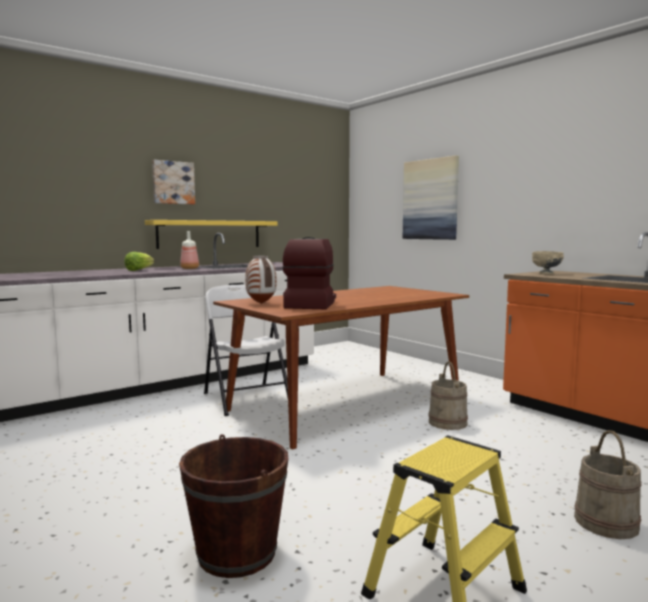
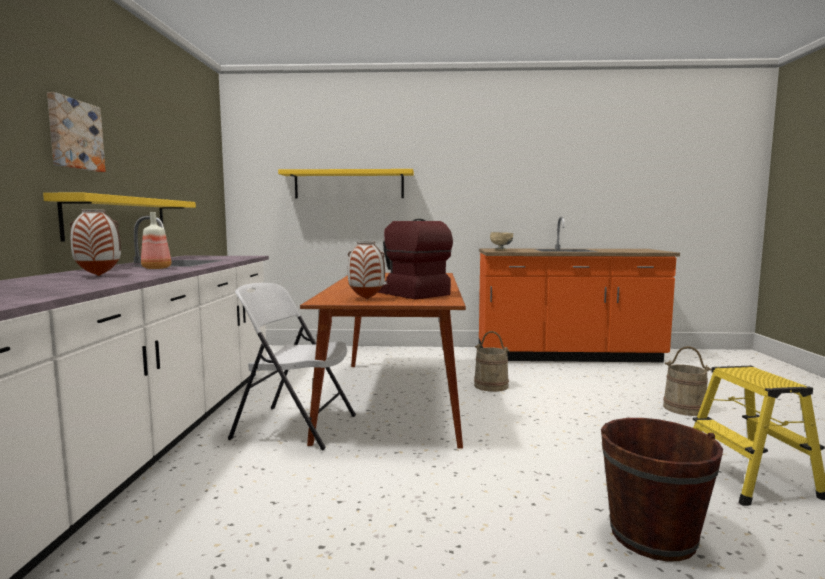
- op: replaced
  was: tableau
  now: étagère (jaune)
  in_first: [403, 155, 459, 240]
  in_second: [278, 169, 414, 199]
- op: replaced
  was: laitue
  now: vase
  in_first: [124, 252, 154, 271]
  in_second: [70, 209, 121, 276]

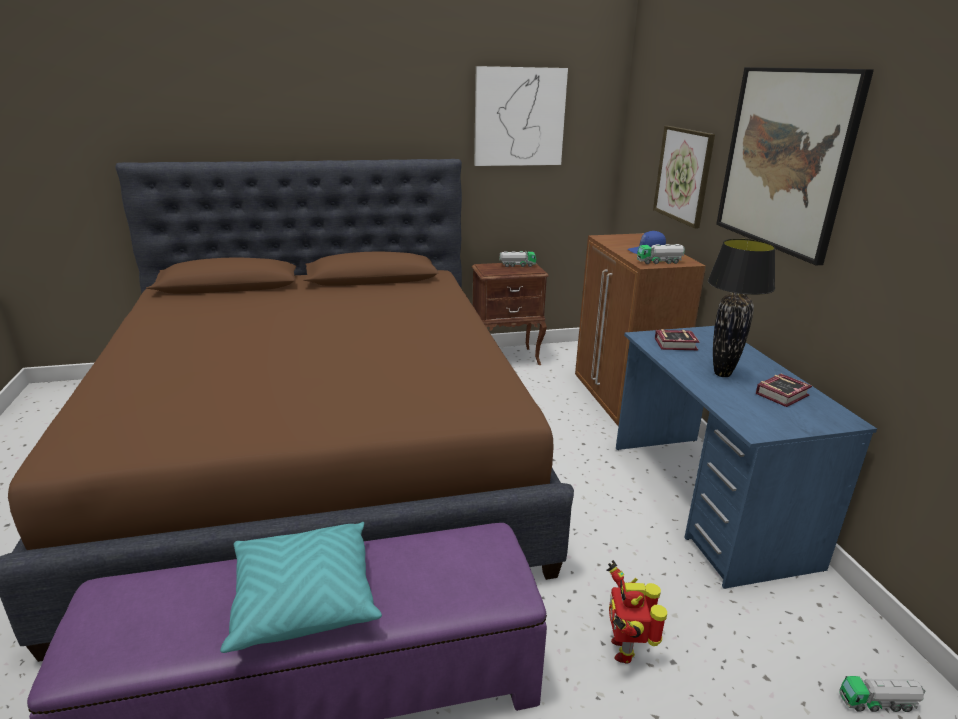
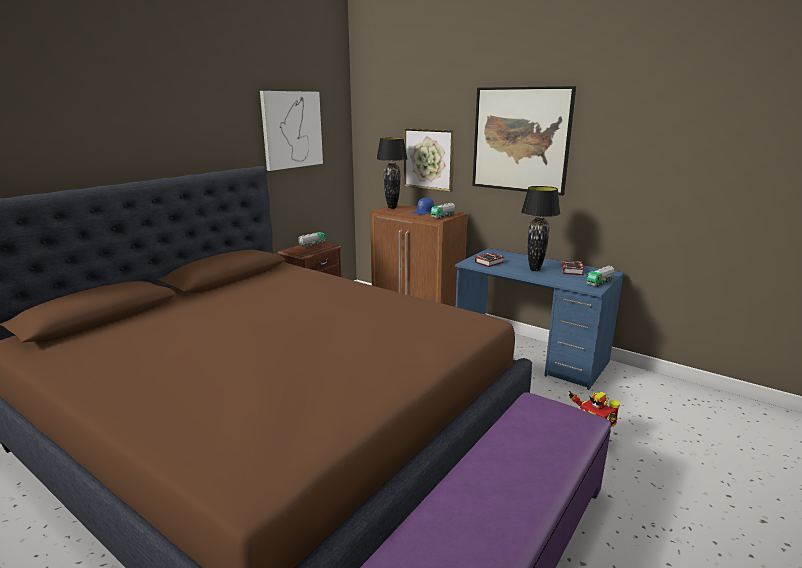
- op: removed
  was: coussin (turquoise)
  in_first: [220, 522, 382, 653]
- op: moved
  was: camion jouet
  in_first: [839, 676, 925, 712]
  in_second: [586, 266, 615, 287]
- op: added
  now: lampe de table (noir)
  in_second: [376, 138, 408, 209]

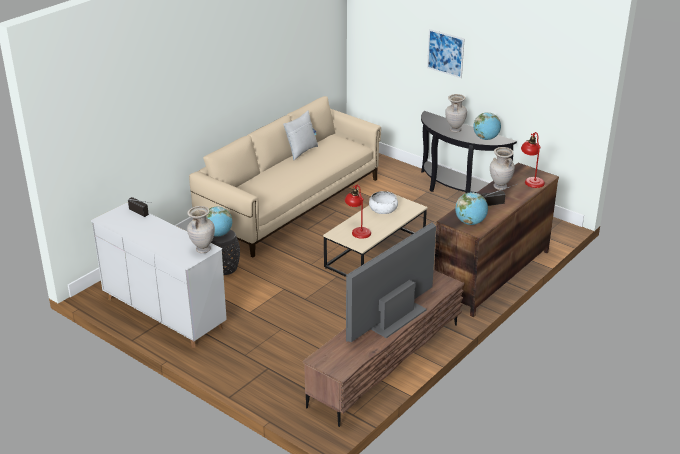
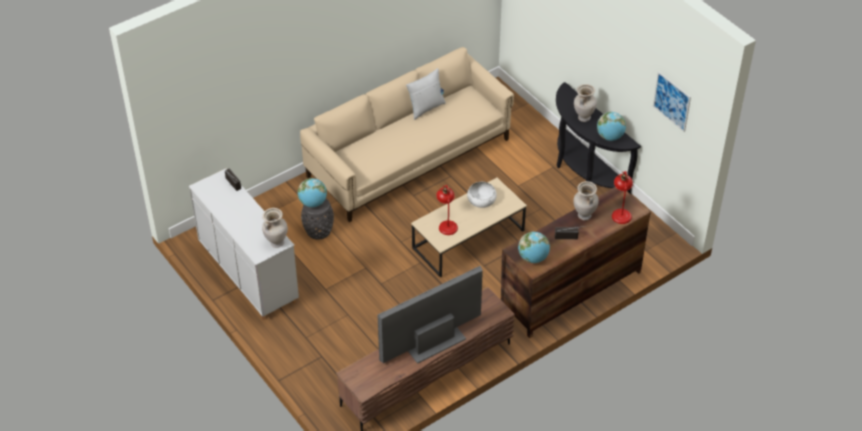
- op: moved
  was: tableau
  in_first: [427, 29, 465, 78]
  in_second: [653, 71, 691, 132]

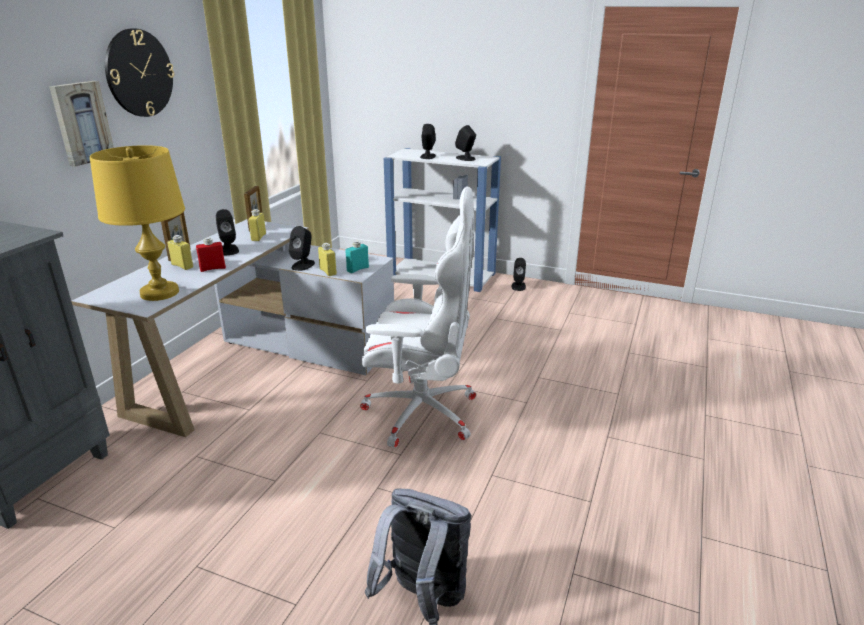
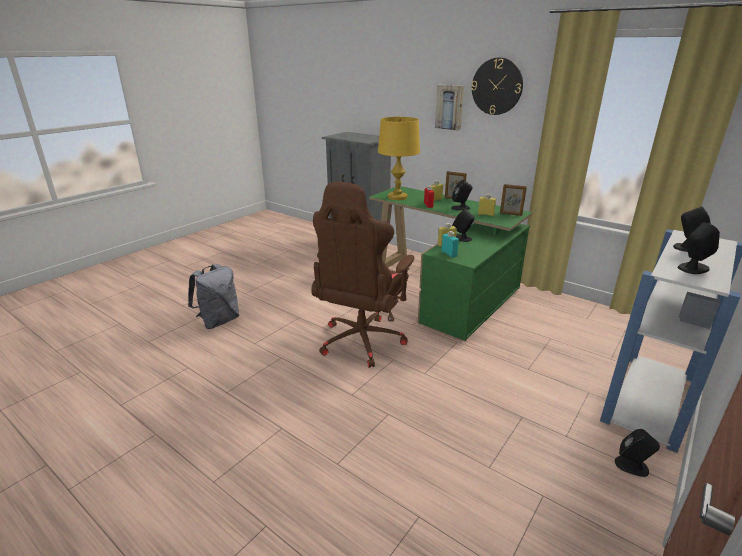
- op: recoloured
  was: chaise de bureau (blanc)
  now: chaise de bureau (marron)
  in_first: [360, 186, 476, 448]
  in_second: [311, 182, 414, 368]
- op: recoloured
  was: bureau (blanc)
  now: bureau (vert)
  in_first: [71, 219, 394, 437]
  in_second: [369, 186, 532, 341]

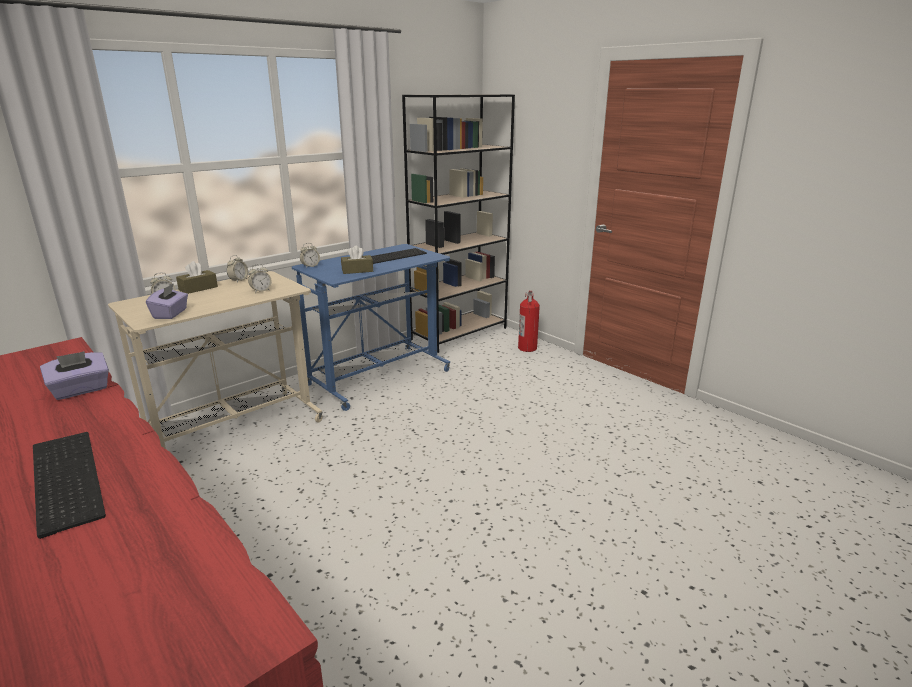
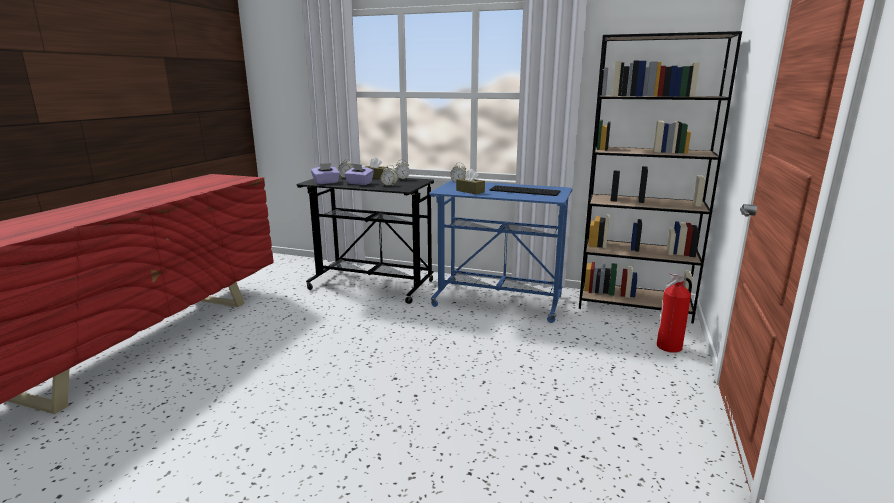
- op: recoloured
  was: bureau (beige)
  now: bureau (noir)
  in_first: [108, 271, 323, 449]
  in_second: [297, 175, 434, 304]
- op: moved
  was: boîte à mouchoirs (violet)
  in_first: [40, 351, 109, 400]
  in_second: [344, 163, 374, 185]
- op: removed
  was: clavier
  in_first: [33, 432, 106, 539]

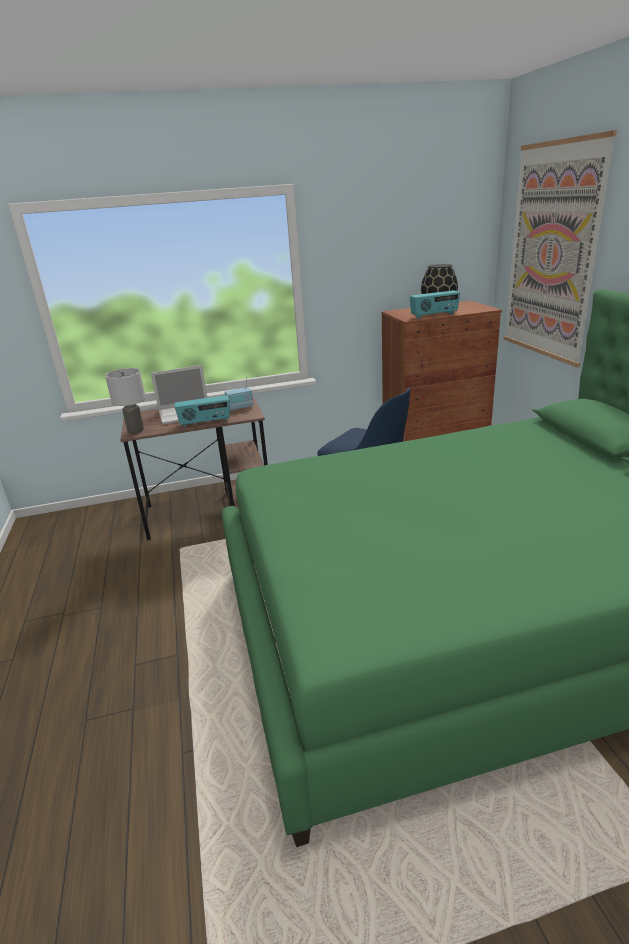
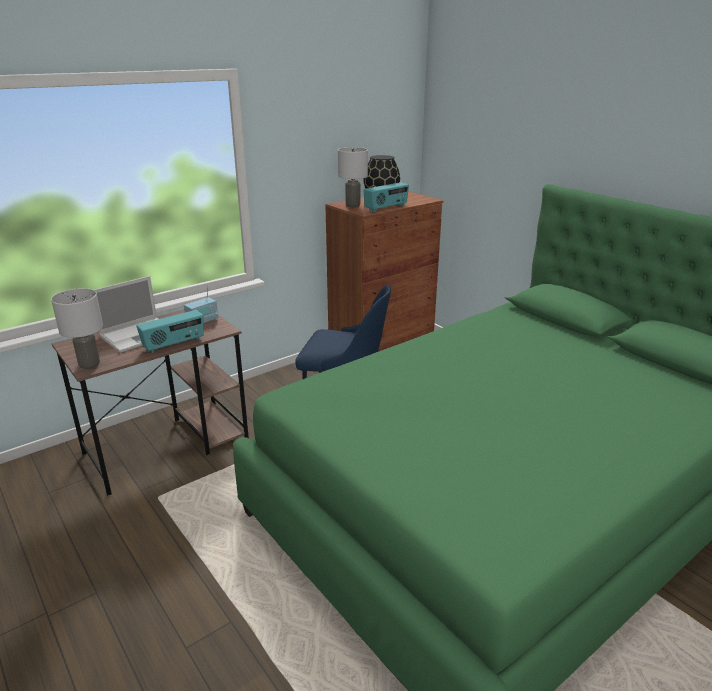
- op: removed
  was: tableau
  in_first: [504, 130, 617, 367]
- op: added
  now: lampe de table (blanc)
  in_second: [338, 147, 368, 207]

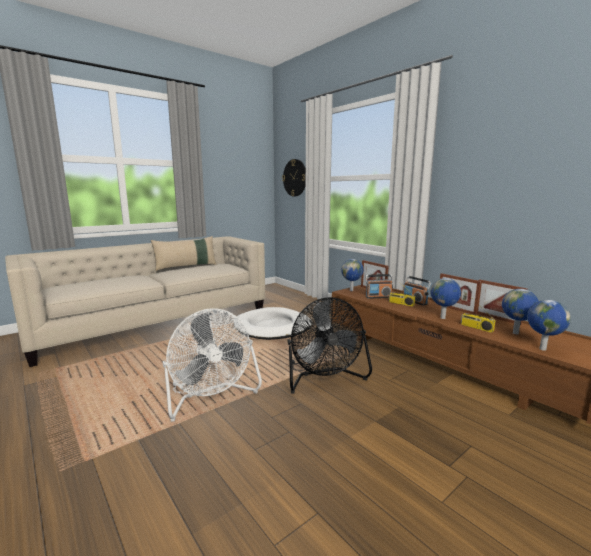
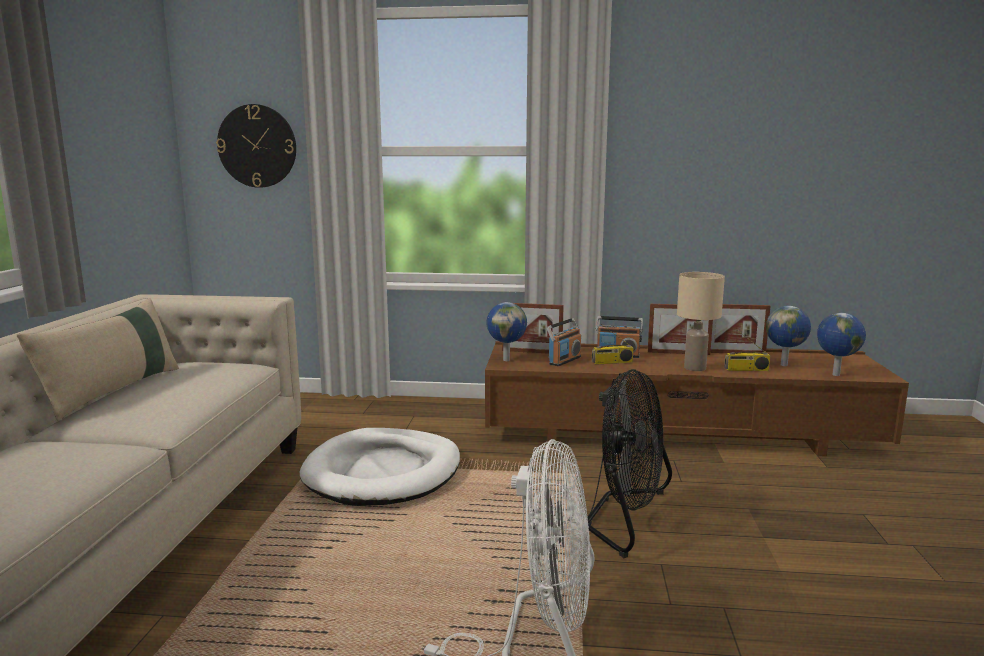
- op: replaced
  was: globe
  now: lampe de table (beige)
  in_first: [431, 278, 461, 319]
  in_second: [677, 272, 725, 371]

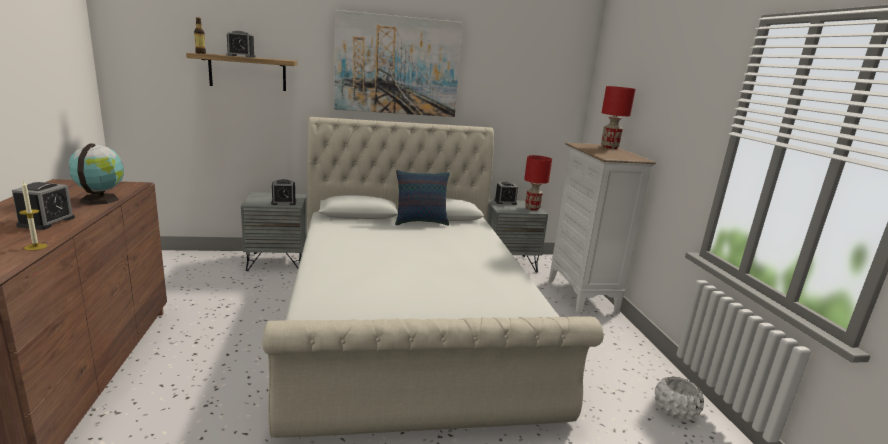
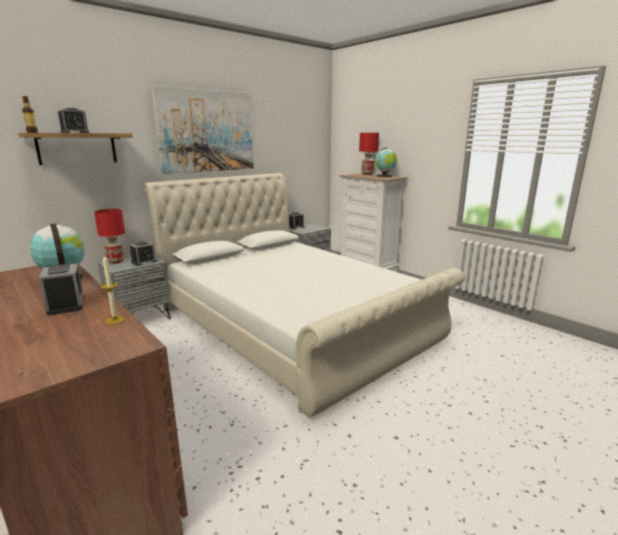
- op: moved
  was: lampe de table (rouge)
  in_first: [524, 155, 552, 210]
  in_second: [94, 209, 125, 264]
- op: removed
  was: coussin (bleu)
  in_first: [395, 170, 450, 226]
- op: removed
  was: cache-pot (blanc)
  in_first: [655, 376, 704, 421]
- op: added
  now: globe
  in_second: [375, 148, 397, 177]

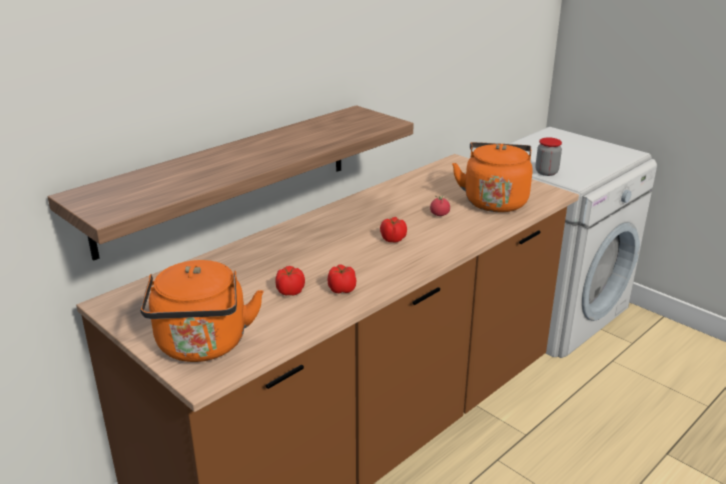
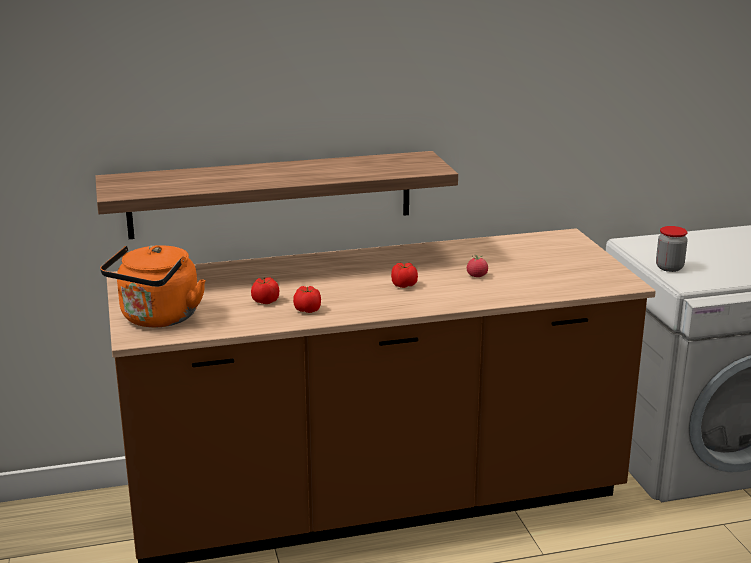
- op: removed
  was: bouilloire (orange)
  in_first: [452, 142, 533, 212]

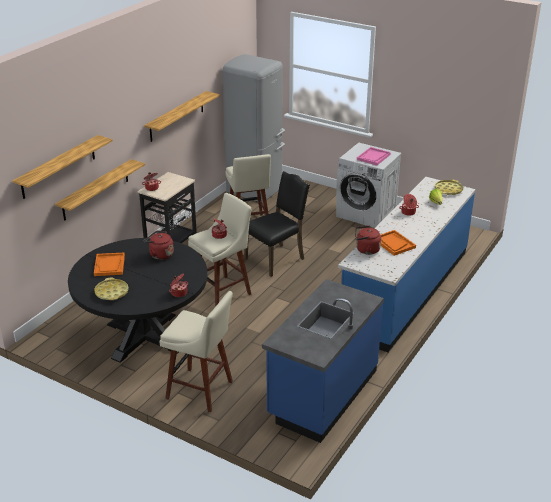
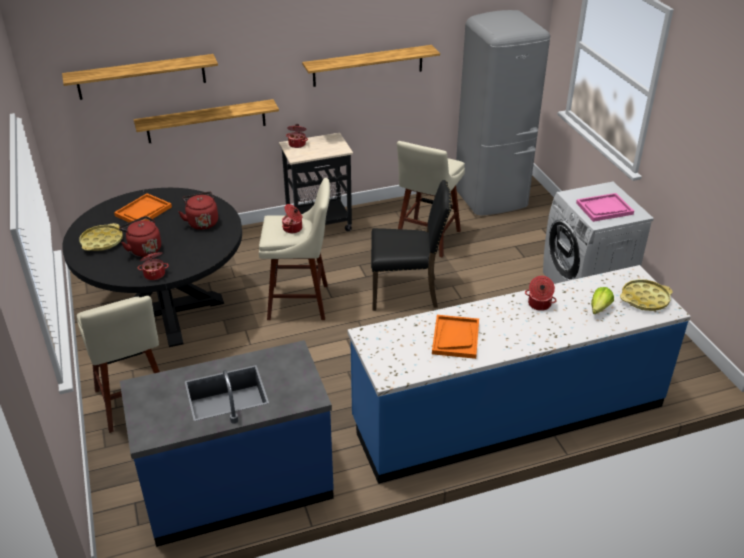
- op: moved
  was: bouilloire (rouge)
  in_first: [355, 226, 381, 255]
  in_second: [119, 216, 161, 257]

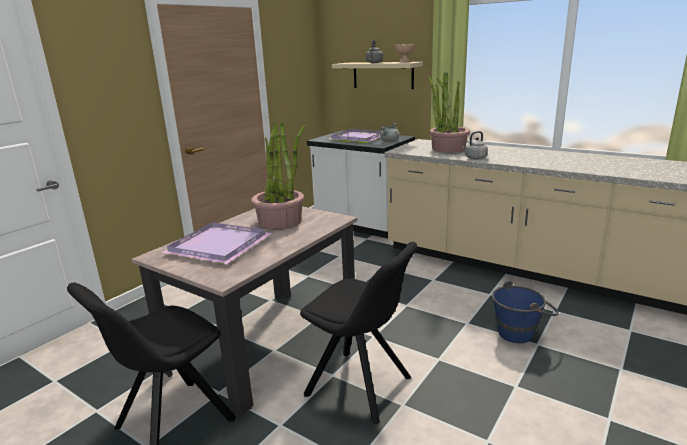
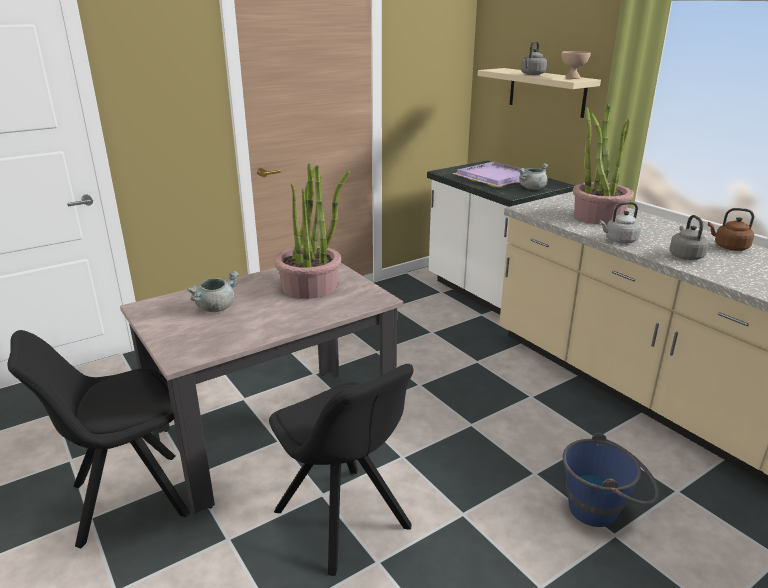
- op: replaced
  was: plateau (violet)
  now: marmite (gris)
  in_first: [161, 222, 272, 264]
  in_second: [187, 271, 239, 312]
- op: added
  now: bouilloire (marron)
  in_second: [708, 208, 754, 251]
- op: added
  now: bouilloire (gris)
  in_second: [669, 215, 709, 260]

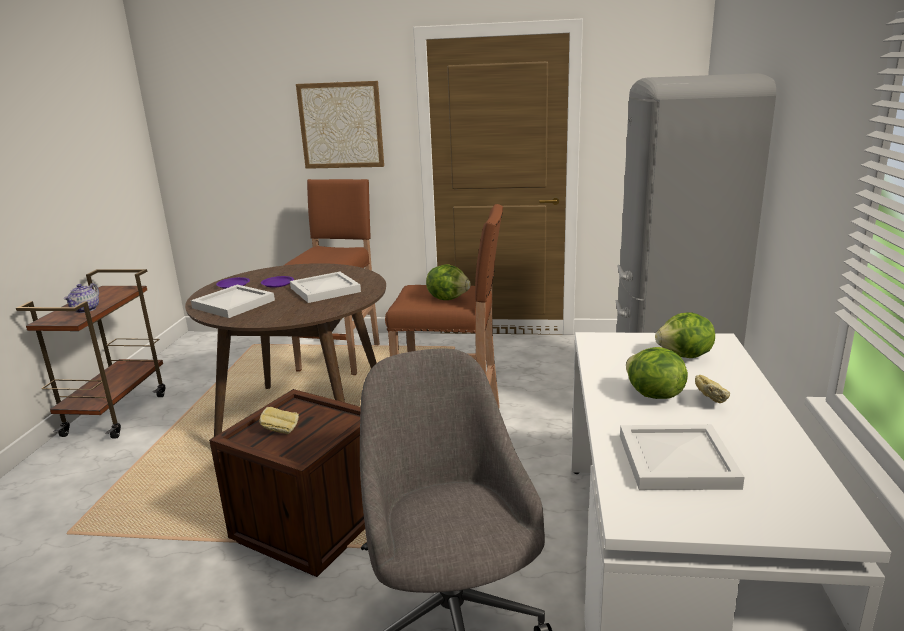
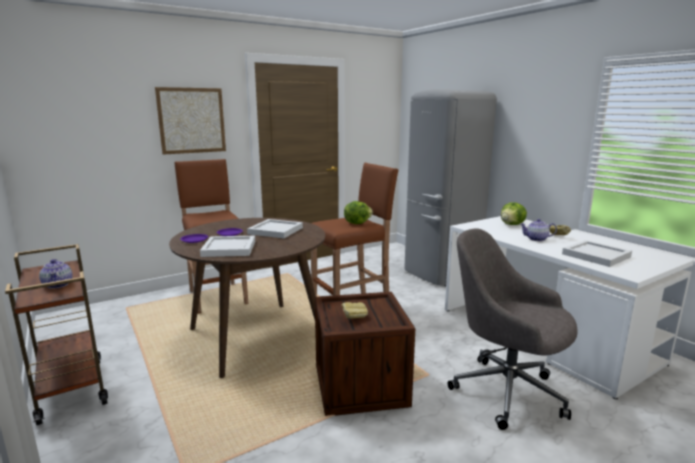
- op: replaced
  was: laitue
  now: théière
  in_first: [626, 347, 688, 399]
  in_second: [520, 219, 557, 241]

